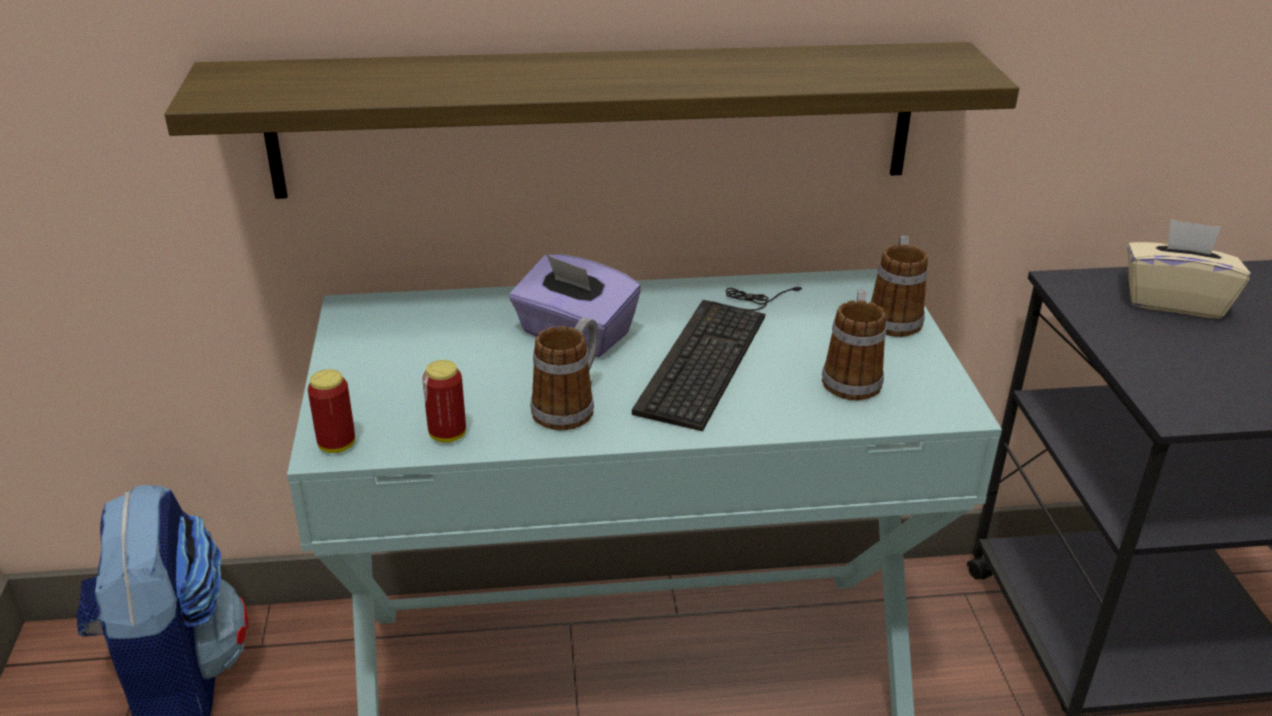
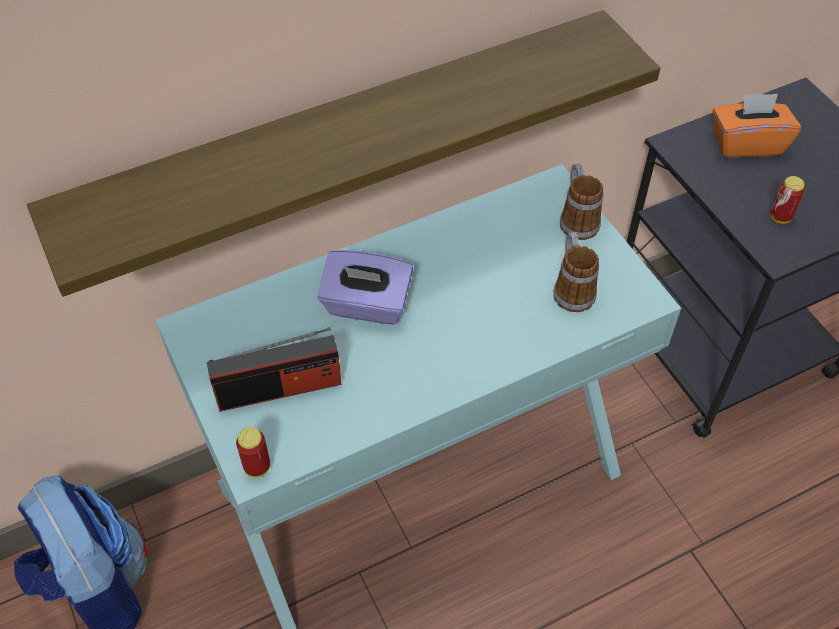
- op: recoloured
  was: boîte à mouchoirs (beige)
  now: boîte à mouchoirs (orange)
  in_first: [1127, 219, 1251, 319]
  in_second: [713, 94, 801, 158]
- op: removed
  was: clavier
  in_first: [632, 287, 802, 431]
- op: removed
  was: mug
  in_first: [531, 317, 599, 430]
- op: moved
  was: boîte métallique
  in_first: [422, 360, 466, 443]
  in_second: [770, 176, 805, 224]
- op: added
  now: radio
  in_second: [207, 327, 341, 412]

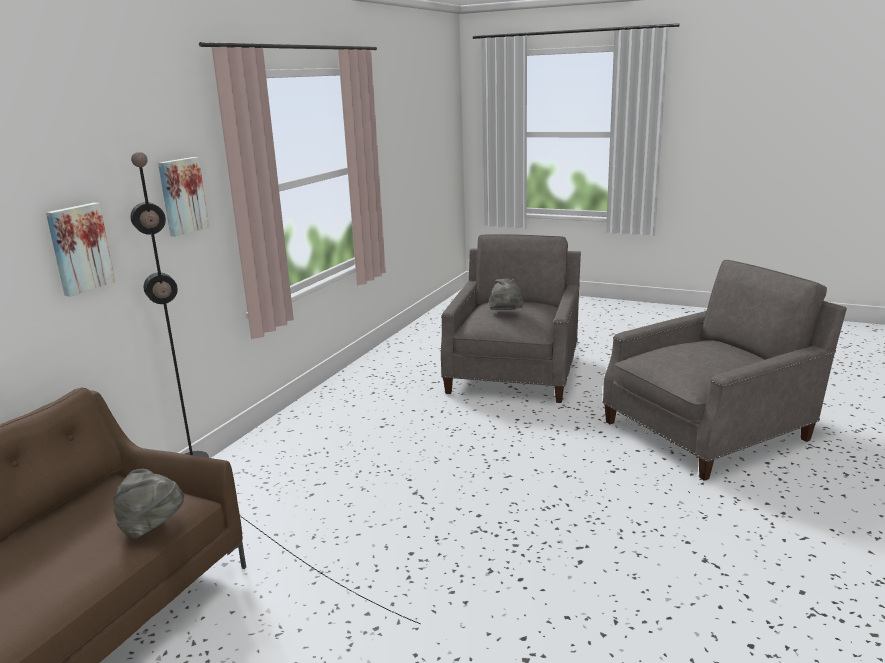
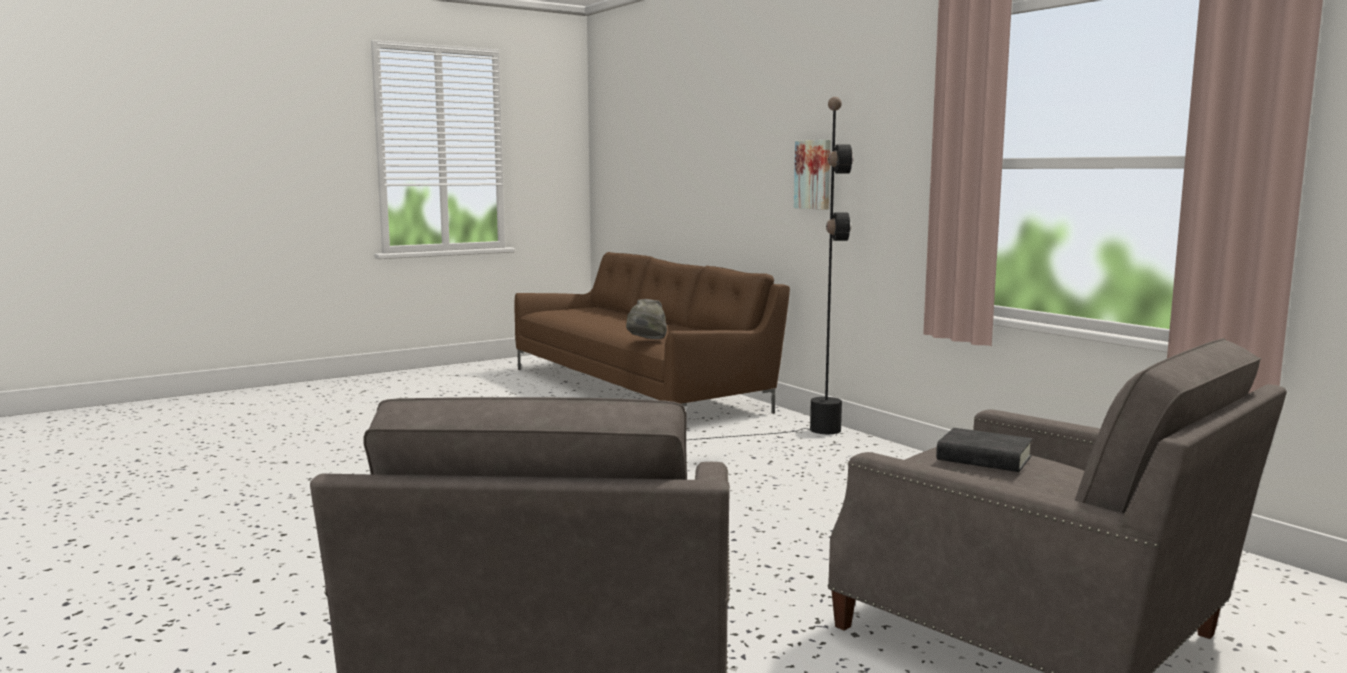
- op: removed
  was: tableau
  in_first: [158, 157, 209, 237]
- op: replaced
  was: chapeau (gris)
  now: livre (noir)
  in_first: [489, 278, 523, 310]
  in_second: [936, 428, 1033, 472]

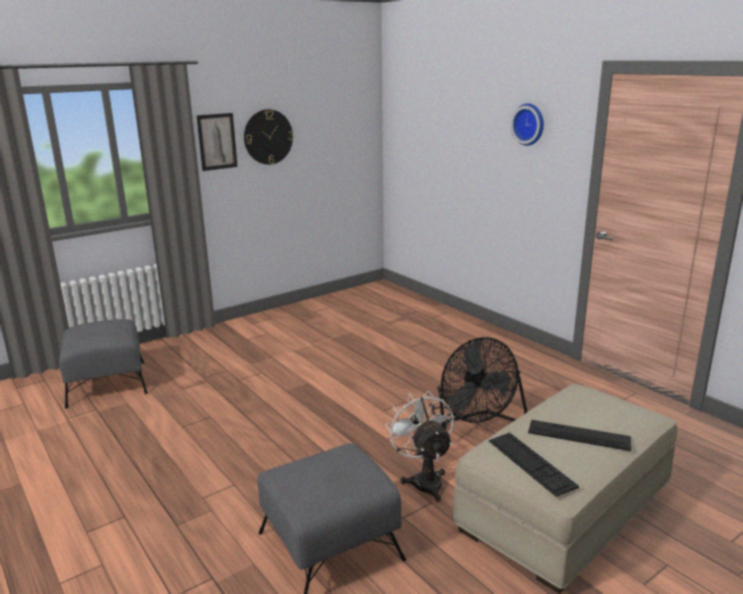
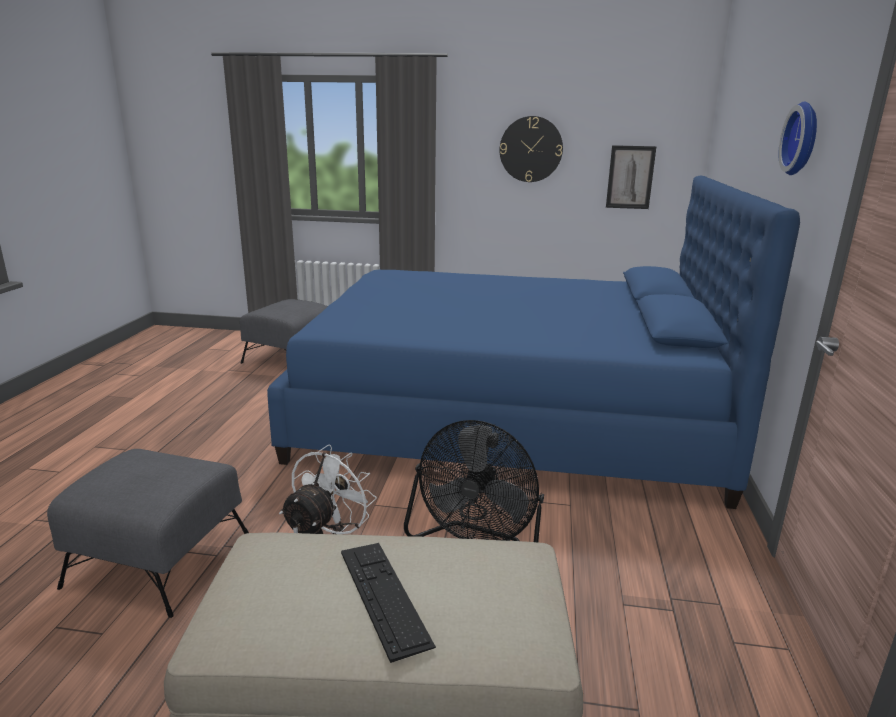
- op: moved
  was: tableau
  in_first: [196, 113, 238, 171]
  in_second: [606, 145, 657, 209]
- op: removed
  was: clavier
  in_first: [489, 432, 579, 497]
- op: added
  now: lit (bleu)
  in_second: [267, 176, 800, 509]

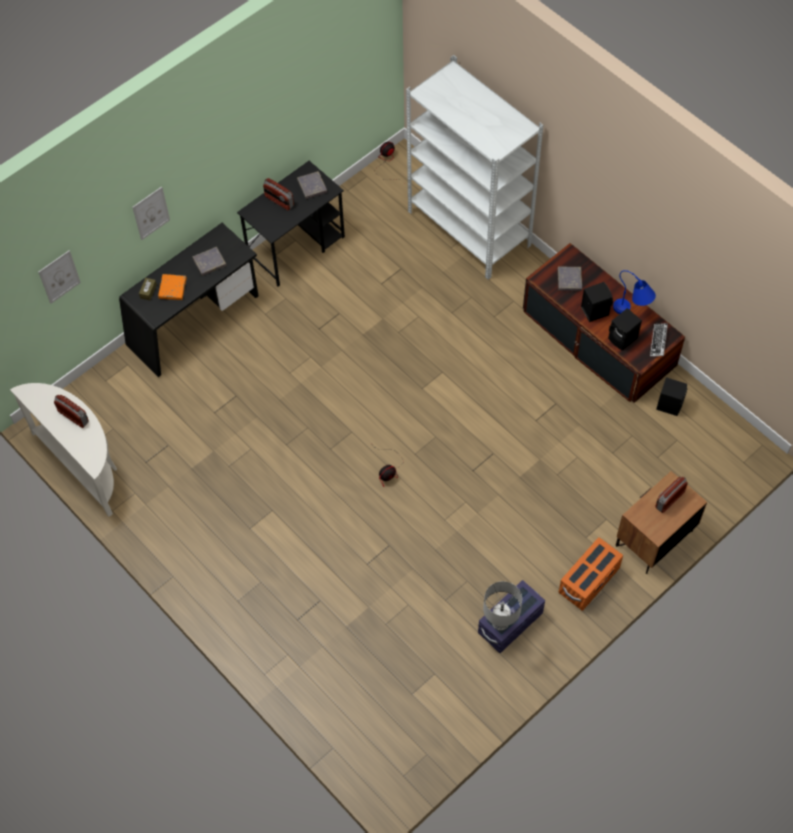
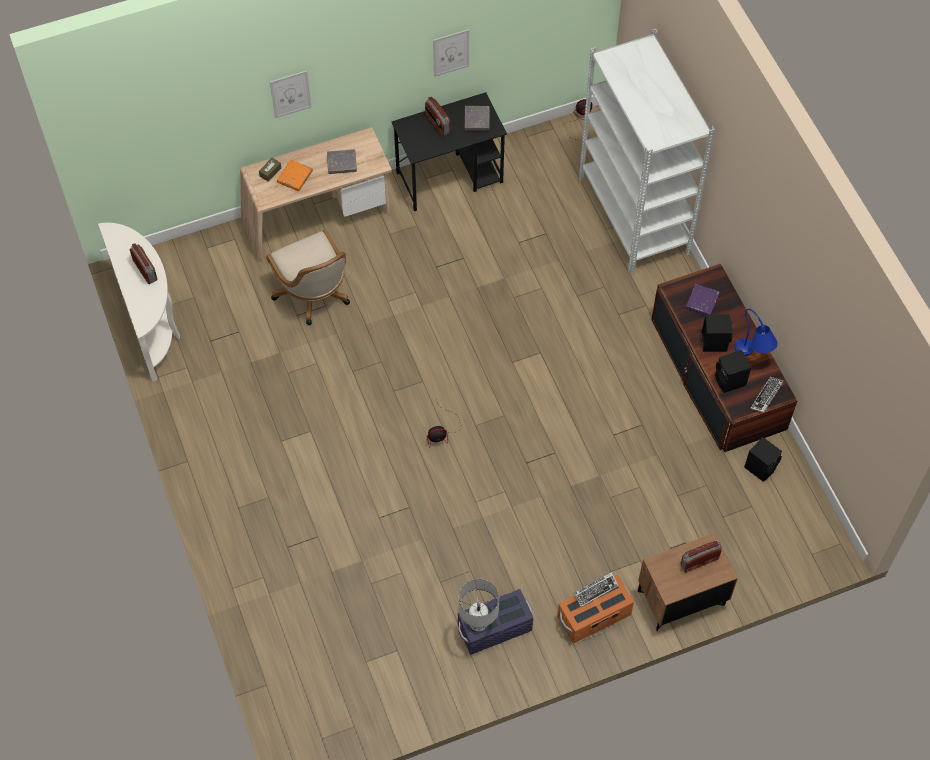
- op: recoloured
  was: bureau (noir)
  now: bureau (beige)
  in_first: [119, 223, 258, 377]
  in_second: [240, 127, 392, 262]
- op: moved
  was: tableau
  in_first: [38, 250, 81, 304]
  in_second: [433, 29, 469, 77]
- op: recoloured
  was: livre (gris)
  now: livre (violet)
  in_first: [558, 267, 582, 291]
  in_second: [686, 284, 720, 315]
- op: added
  now: chaise de bureau
  in_second: [266, 229, 350, 325]
- op: added
  now: clavier
  in_second: [574, 572, 619, 607]

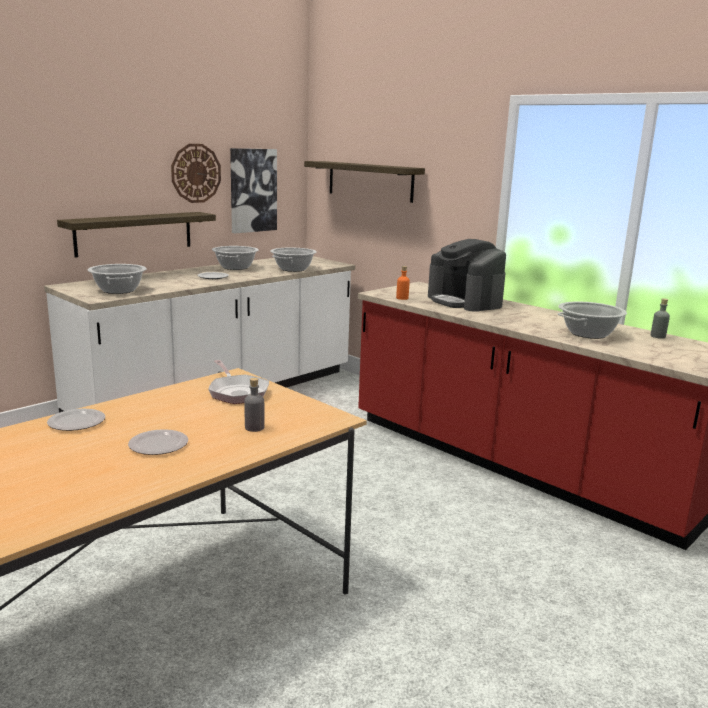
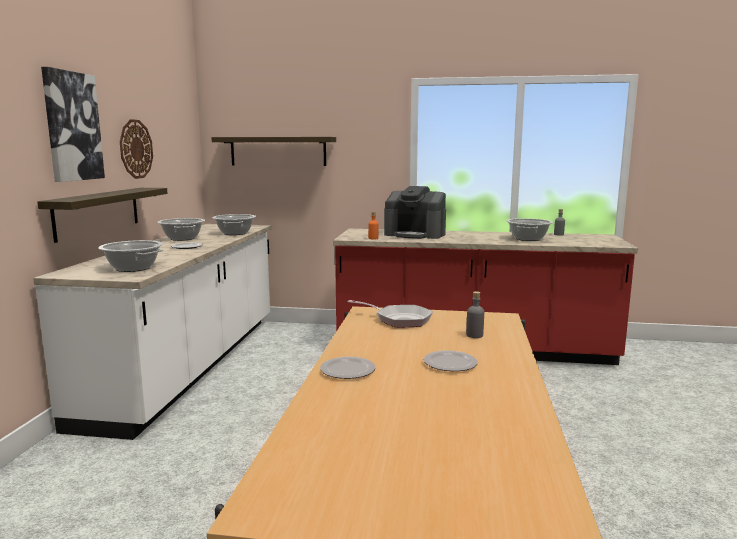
- op: moved
  was: tableau
  in_first: [230, 148, 277, 233]
  in_second: [41, 67, 105, 182]

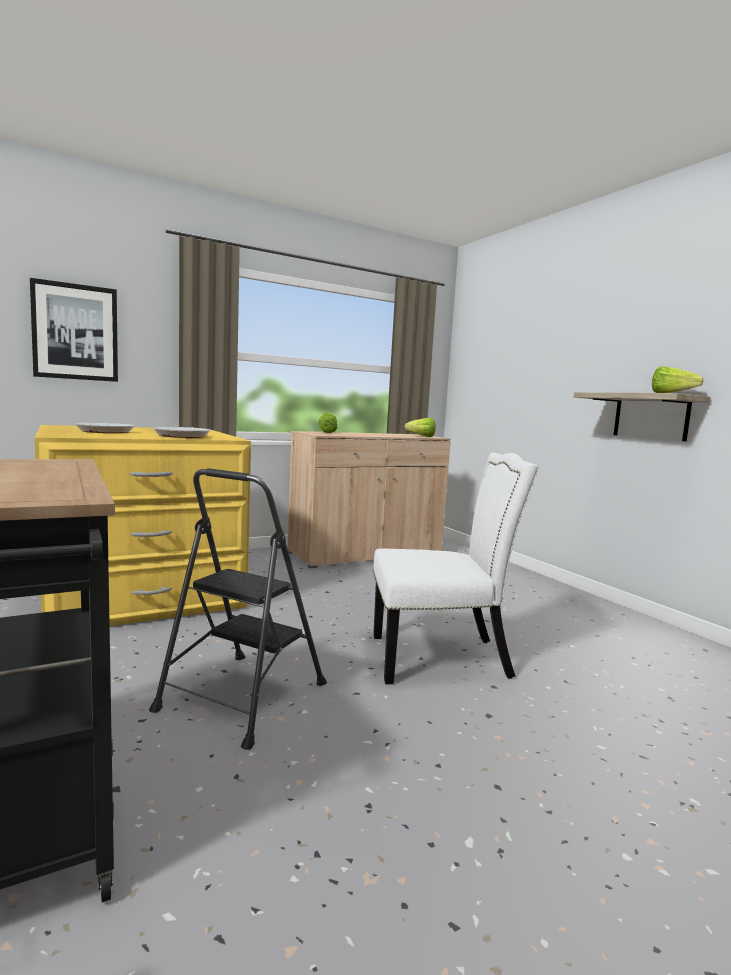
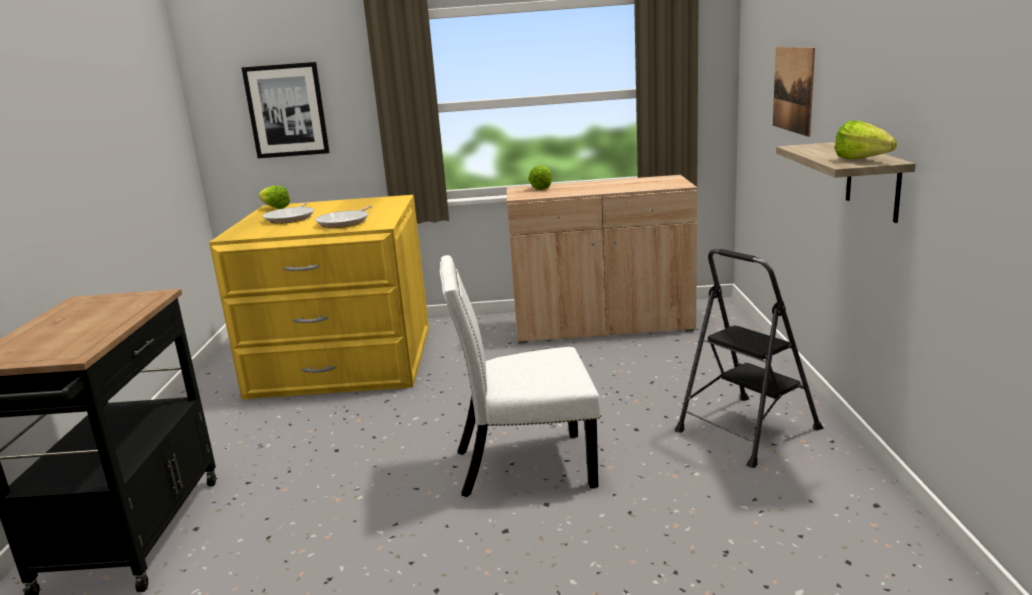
- op: moved
  was: laitue
  in_first: [404, 418, 436, 437]
  in_second: [258, 185, 290, 209]
- op: turned
  was: chaise (blanc)
  in_first: [373, 453, 538, 684]
  in_second: [440, 255, 601, 497]
  clockwise: 150
- op: moved
  was: escabeau (noir)
  in_first: [149, 468, 327, 750]
  in_second: [675, 249, 823, 468]
- op: added
  now: tableau
  in_second: [773, 47, 815, 137]

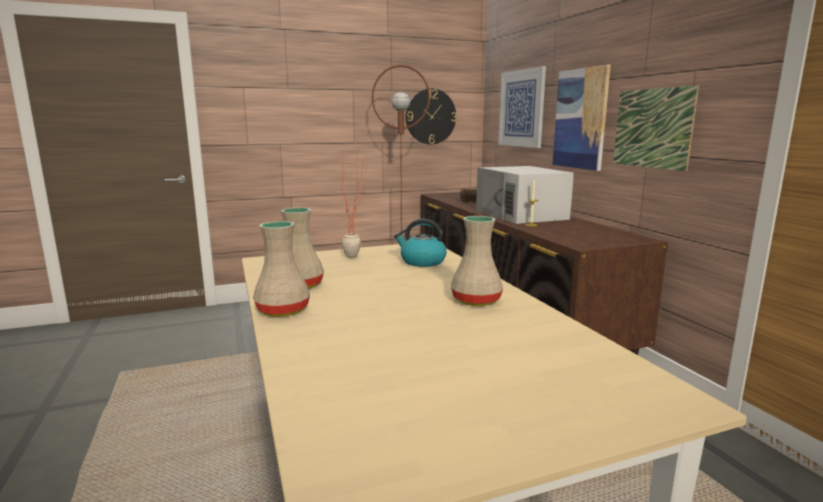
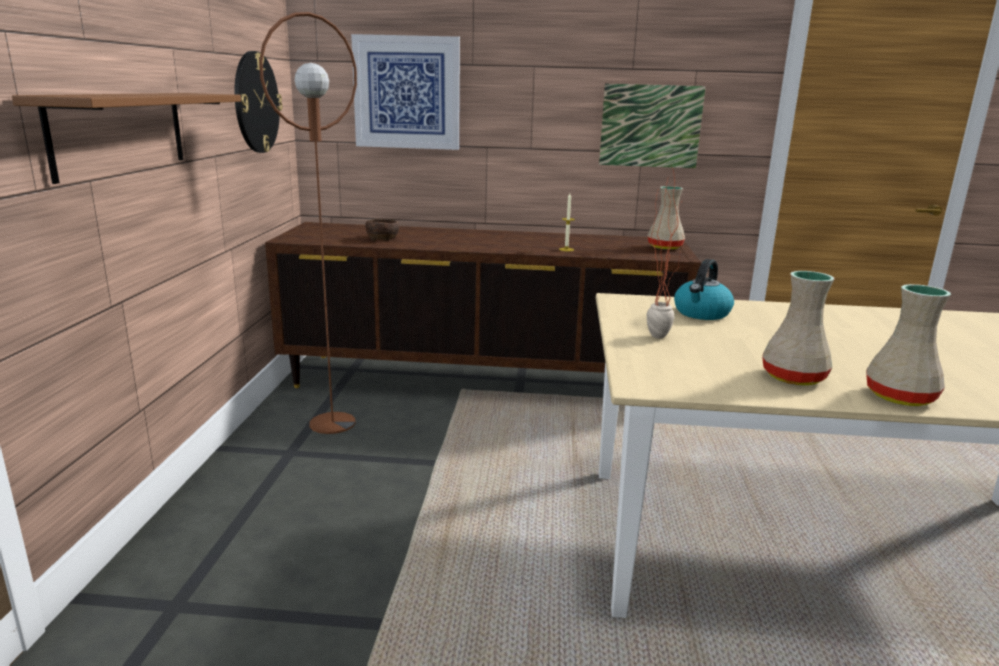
- op: removed
  was: tableau
  in_first: [552, 65, 611, 171]
- op: removed
  was: micro-ondes (blanc)
  in_first: [476, 166, 574, 224]
- op: moved
  was: vase (beige)
  in_first: [451, 216, 503, 306]
  in_second: [647, 186, 685, 250]
- op: added
  now: étagère (marron)
  in_second: [12, 93, 241, 184]

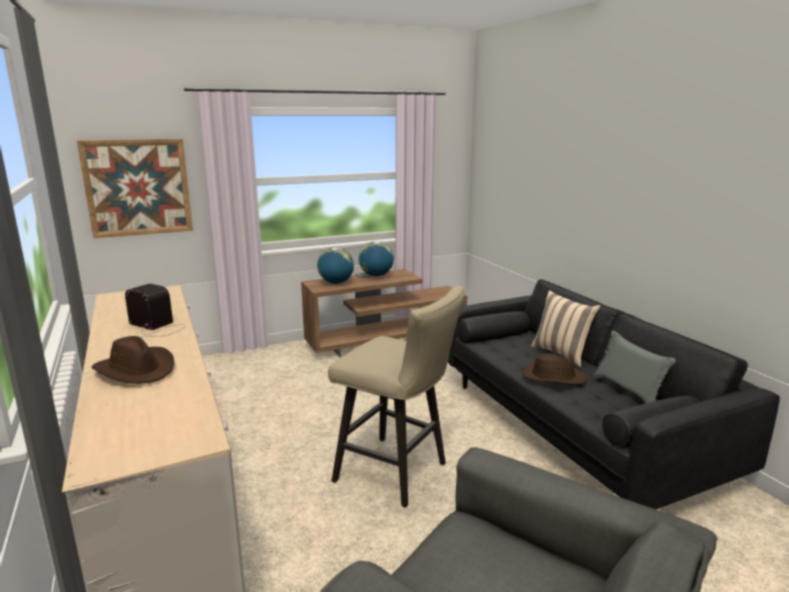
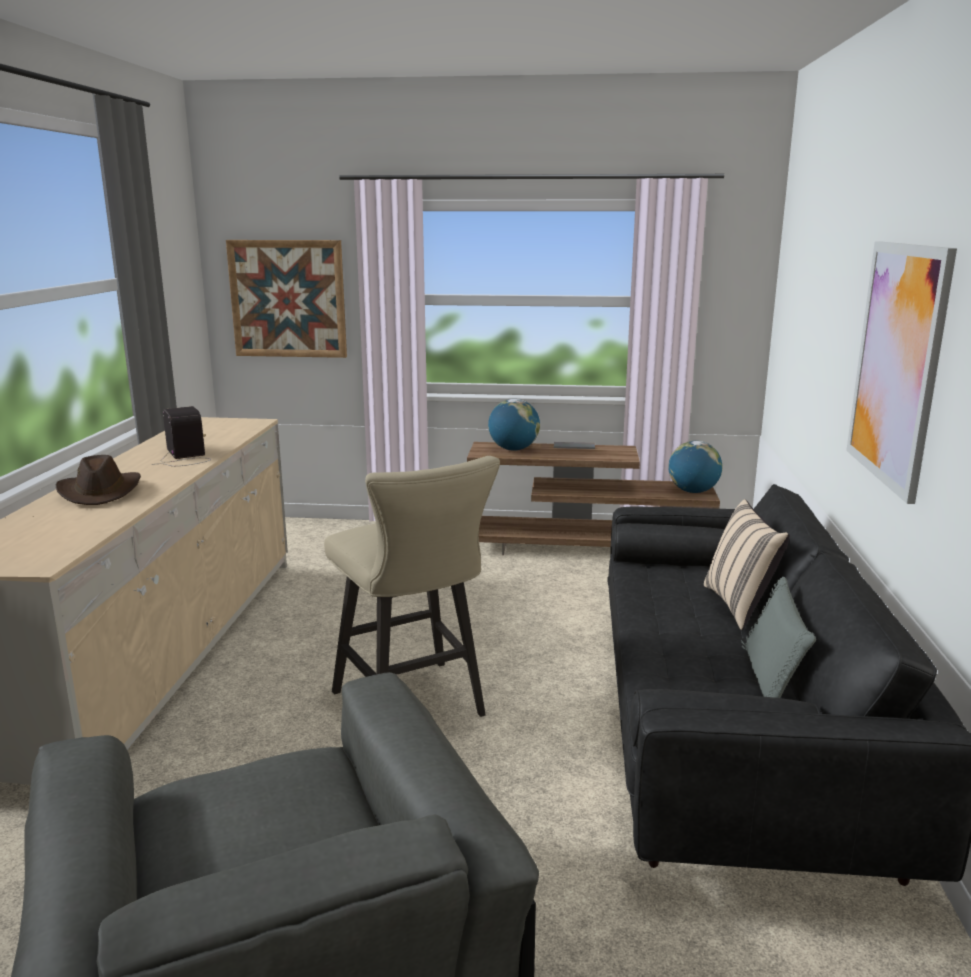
- op: moved
  was: globe
  in_first: [359, 241, 394, 276]
  in_second: [668, 441, 723, 493]
- op: removed
  was: chapeau (marron)
  in_first: [522, 354, 588, 385]
- op: added
  now: tableau
  in_second: [846, 242, 957, 504]

